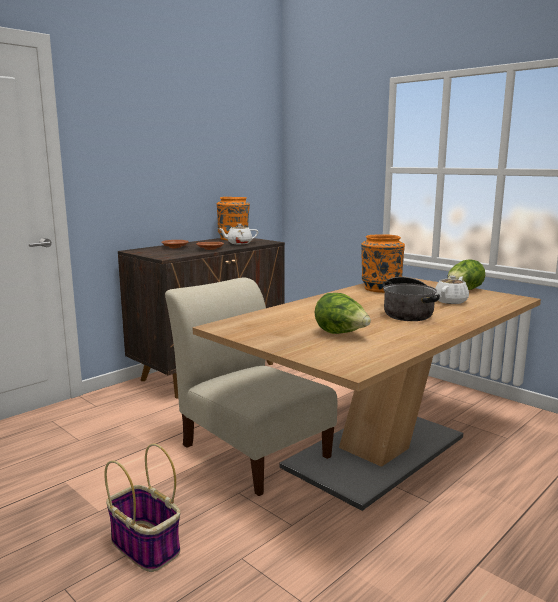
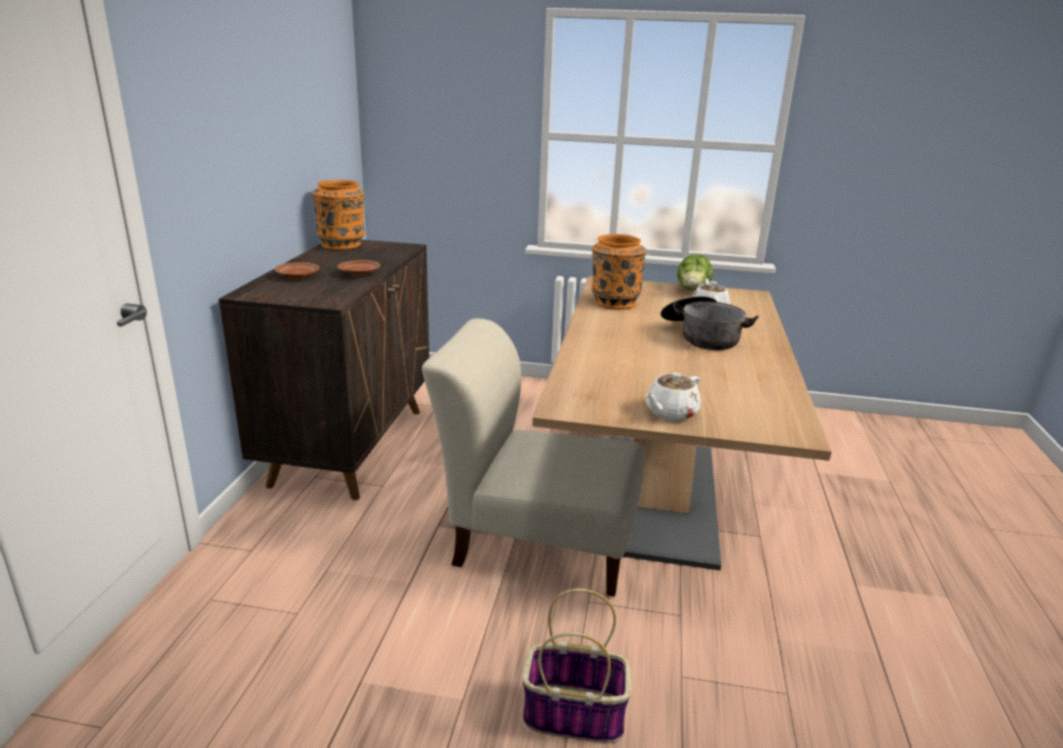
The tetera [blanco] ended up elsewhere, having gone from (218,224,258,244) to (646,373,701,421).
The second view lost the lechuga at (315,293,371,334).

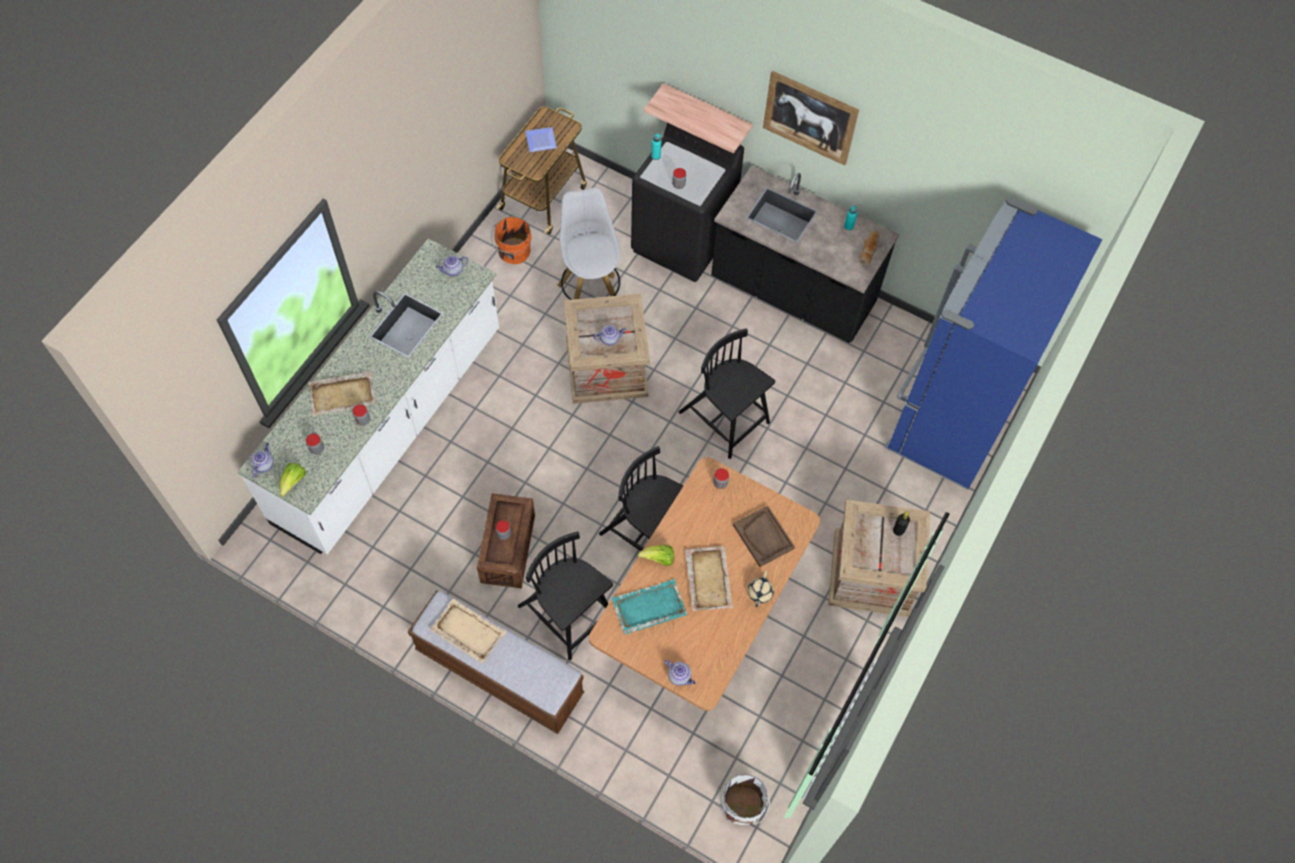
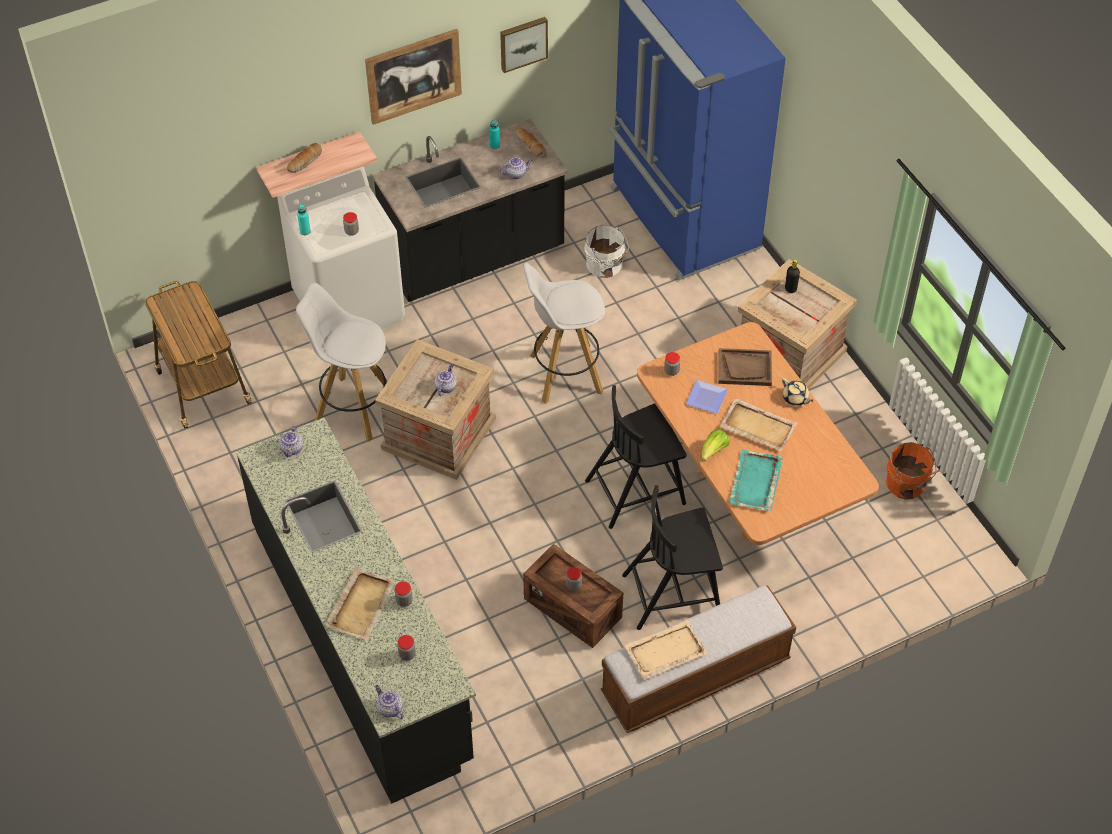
What was the mueble bajo de cocina [blanco] at (238,238,499,554) turned into the mueble bajo de cocina [negro] at (236,418,476,804).
What was the lavadora [negro] at (631,123,744,282) turned into the lavadora [blanco] at (277,166,405,329).
The second view gained the pan at (287,143,322,173).
The tetera ended up elsewhere, having gone from (664,660,696,686) to (499,157,532,179).
The second view gained the cuadro at (500,17,548,73).
Where the silla [negro] stood at (679,328,775,459), the taburete [blanco] came to stand at (523,263,605,404).
The cubo [blanco] ended up elsewhere, having gone from (720,775,770,825) to (584,225,629,278).
The plato ended up elsewhere, having gone from (525,127,557,152) to (686,380,728,414).
The cubo [naranja] ended up elsewhere, having gone from (491,217,531,264) to (886,442,936,500).
The second view lost the lechuga at (280,463,306,497).

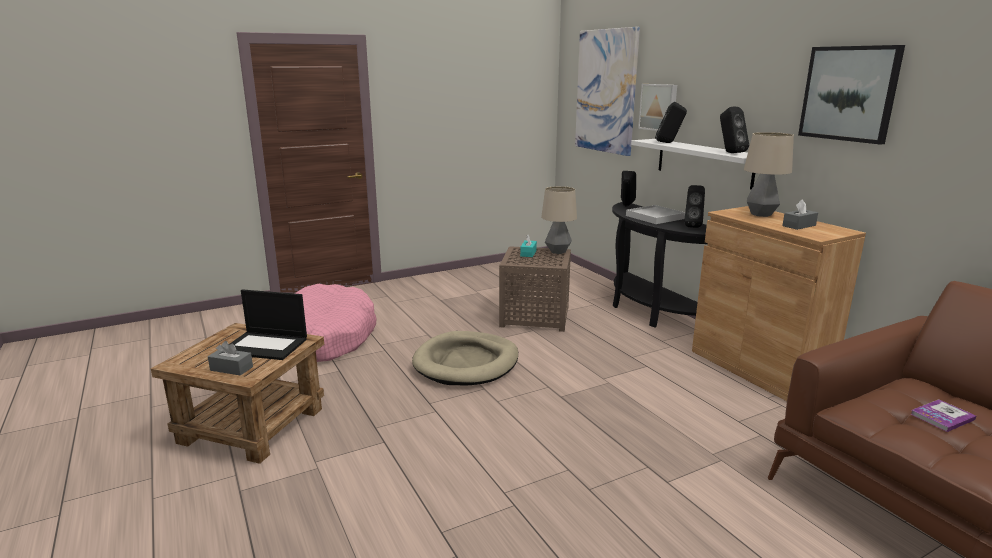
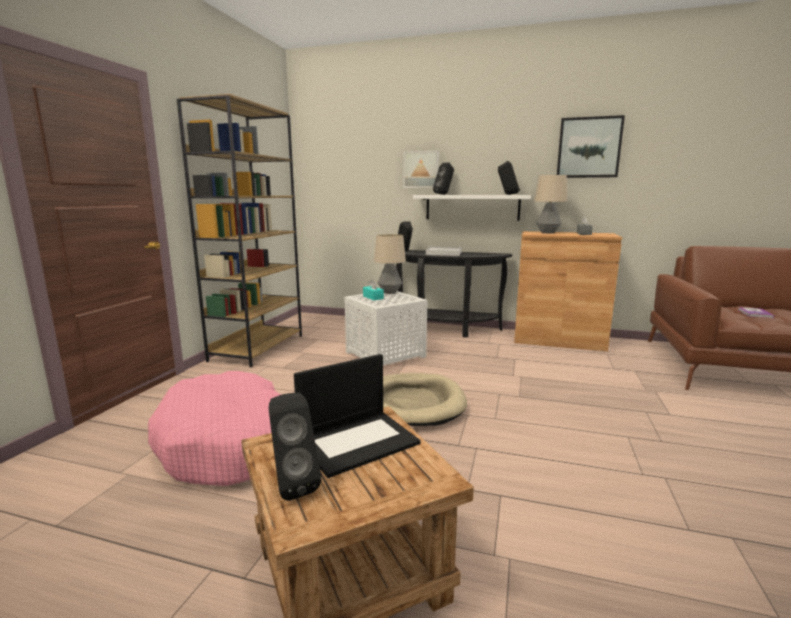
The second view gained the estantería [marrón] at (177,94,302,368).
The altavoz [negro] ended up elsewhere, having gone from (684,185,705,228) to (268,392,322,501).
What was the mesa auxiliar [marrón] at (499,246,571,332) turned into the mesa auxiliar [blanco] at (344,291,427,366).
The second view lost the caja de pañuelos [gris] at (208,341,253,376).
The second view lost the cuadro at (575,27,640,156).

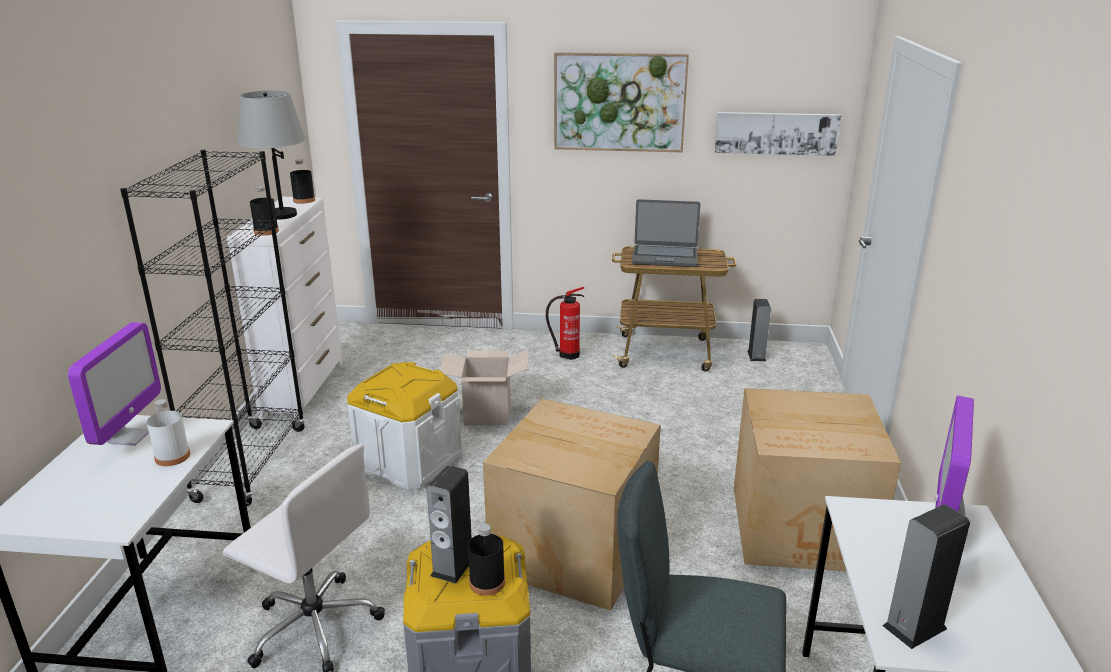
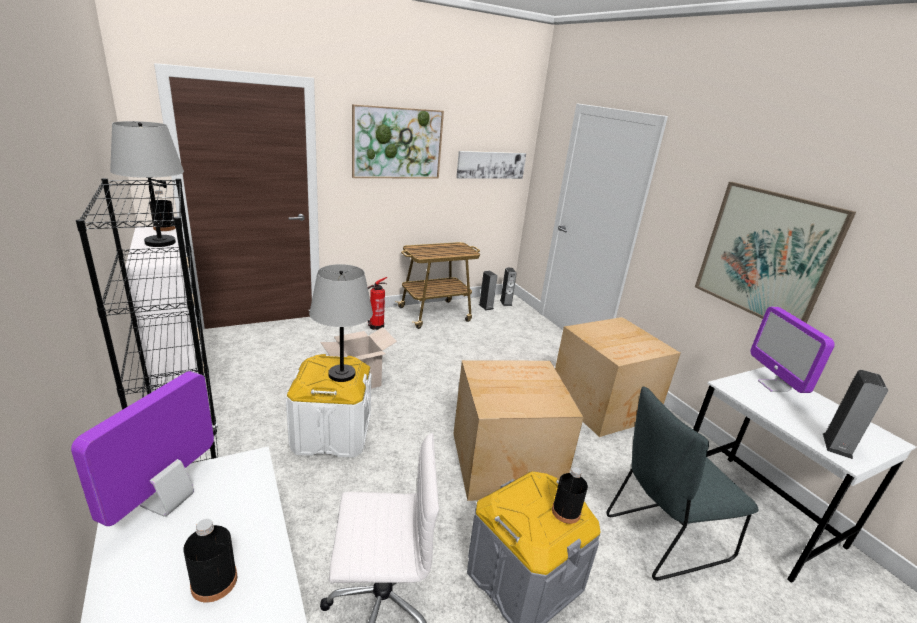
The monitor at (68,322,161,446) ended up facing another way, 135 degrees counterclockwise from before.
The botella [negro] ended up elsewhere, having gone from (250,186,279,236) to (183,519,237,602).
The second view gained the lámpara de mesa [gris] at (309,264,373,382).
The altavoz ended up elsewhere, having gone from (427,465,472,584) to (500,268,517,306).
The second view gained the cuadro at (695,182,856,323).
The second view lost the botella [blanco] at (146,399,190,466).
The second view lost the portátil at (632,199,700,267).

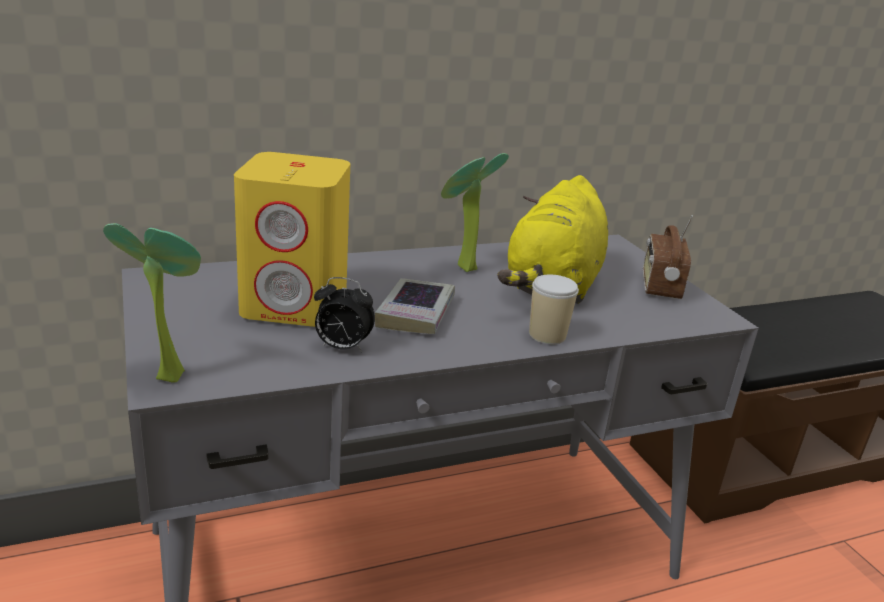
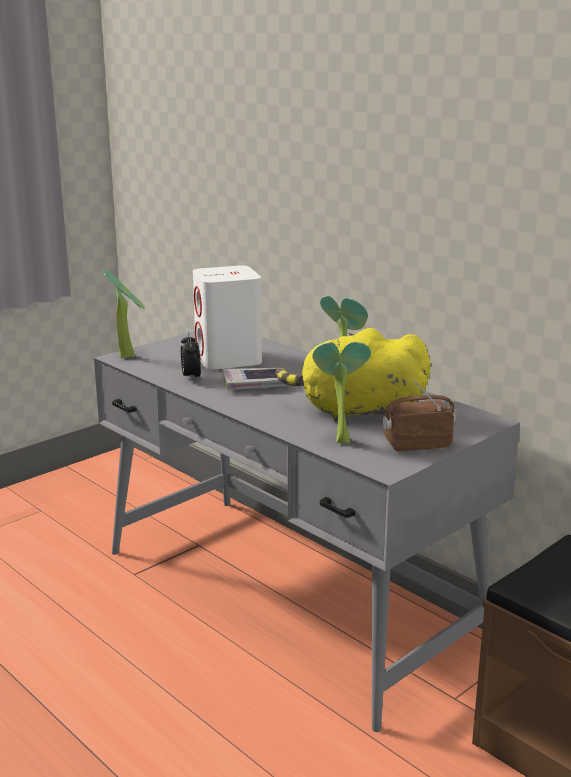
What was the altavoz [amarillo] at (234,152,350,327) turned into the altavoz [blanco] at (193,266,262,370).
The second view gained the planta en maceta at (312,342,371,443).
The second view lost the taza at (529,274,579,344).

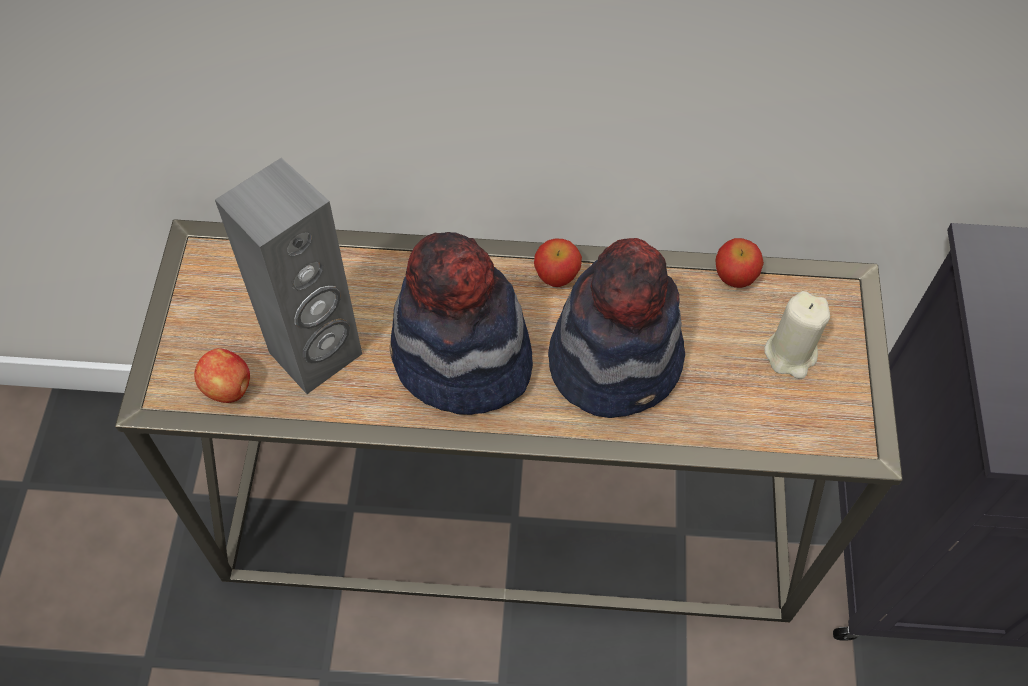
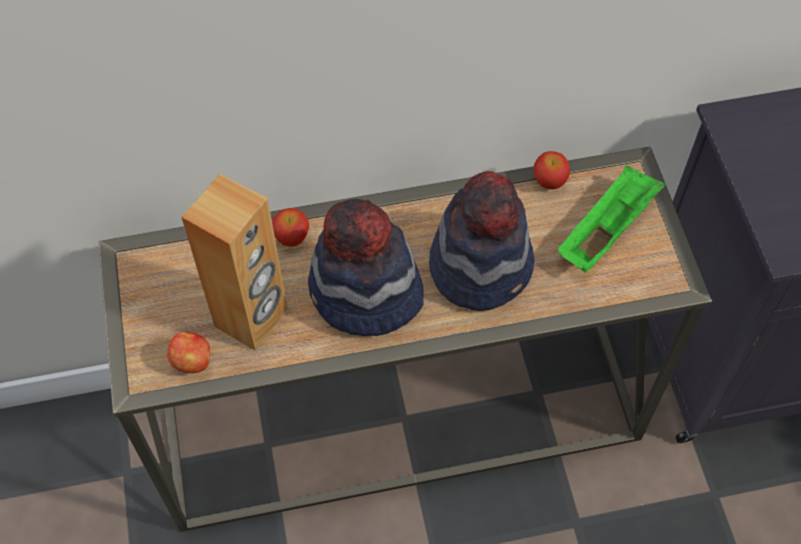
What was the altavoz [gris] at (215,158,362,394) turned into the altavoz [marrón] at (181,174,288,351).
The manzana ended up elsewhere, having gone from (534,238,582,287) to (272,208,309,247).
Where the vela [beis] stood at (764,291,830,379), the bandeja [verde] came to stand at (558,166,665,272).

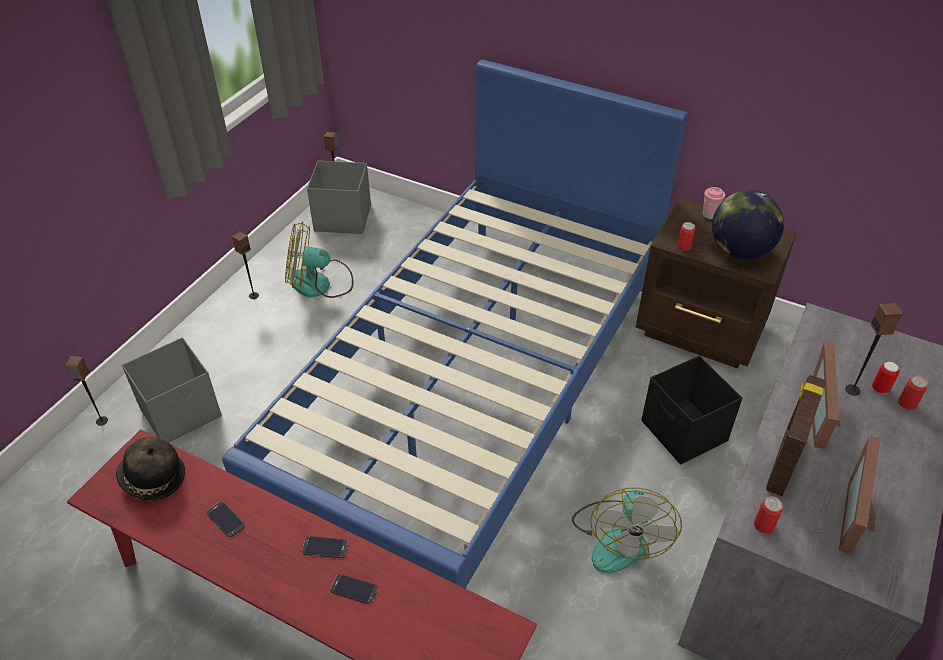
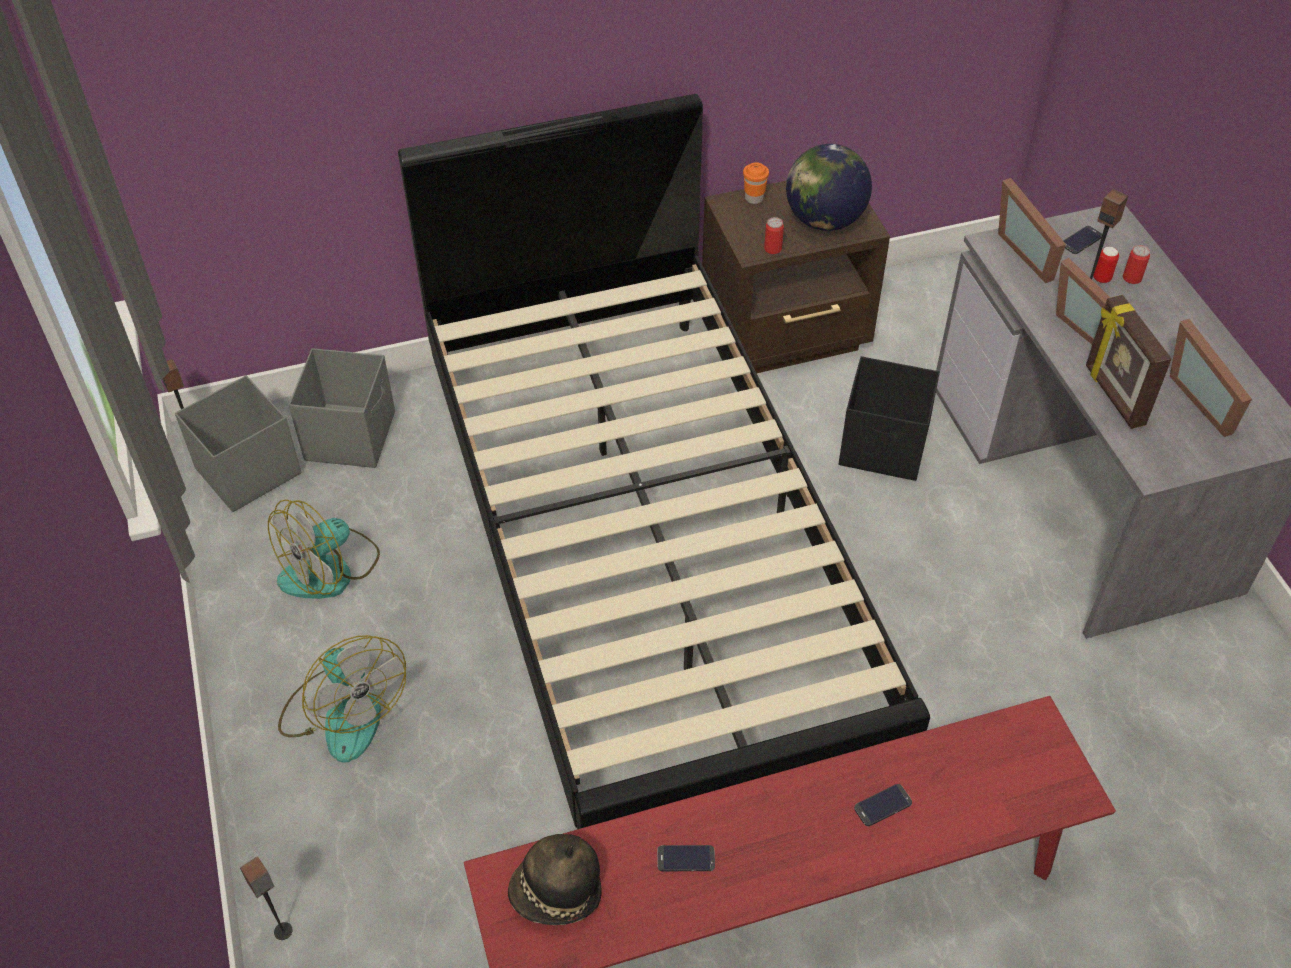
The ventilador ended up elsewhere, having gone from (572,488,682,573) to (278,635,406,763).
The caja de almacenaje [gris] ended up elsewhere, having gone from (122,337,221,443) to (289,348,395,468).
What was the cama [azul] at (222,59,687,589) turned into the cama [negro] at (398,94,930,829).
What was the taza [rosa] at (703,187,725,219) turned into the taza [naranja] at (743,162,769,204).
The second view gained the portarretratos at (998,178,1066,283).
The móvil ended up elsewhere, having gone from (302,536,348,558) to (1063,226,1102,254).
The second view lost the altavoz at (232,231,259,299).
The second view lost the lata at (754,496,783,534).

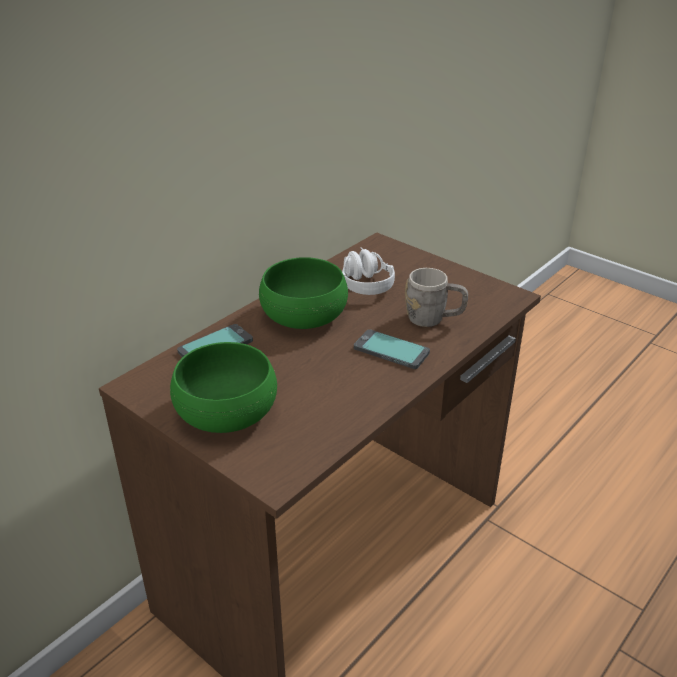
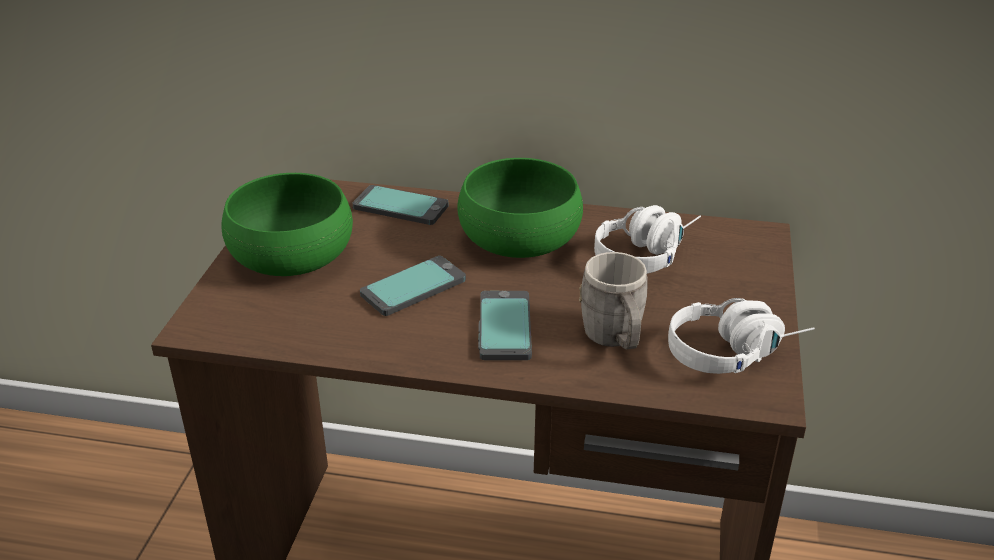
The second view gained the móvil at (360,256,466,316).
The second view gained the auriculares [blanco] at (668,298,815,374).

